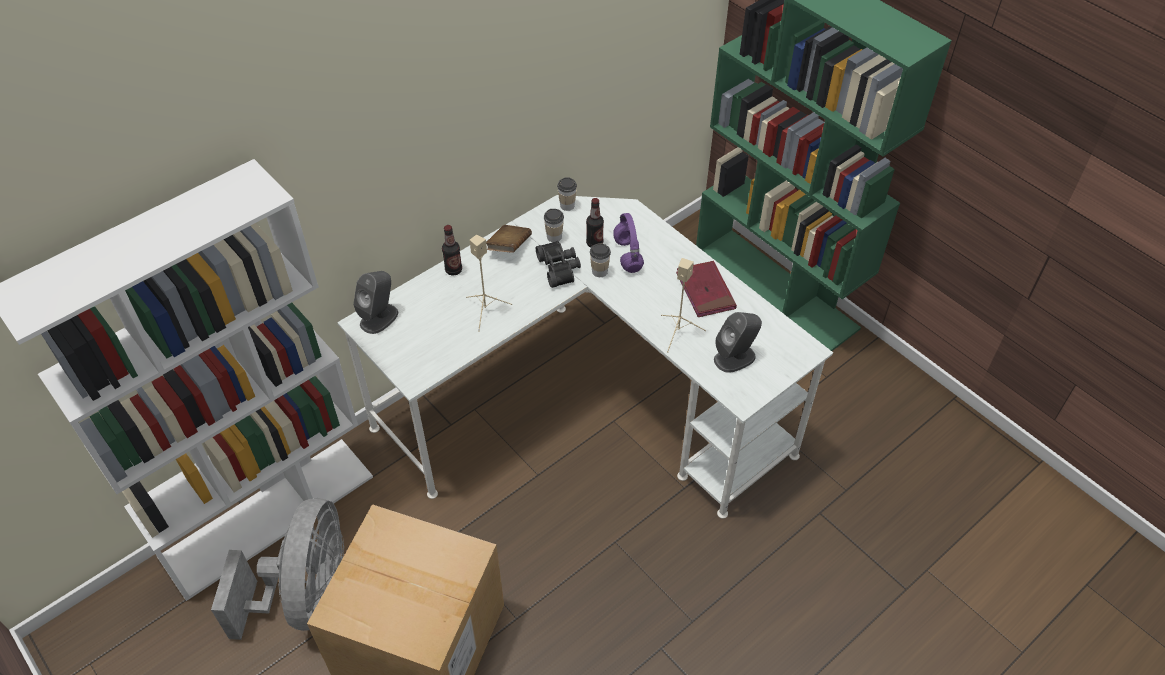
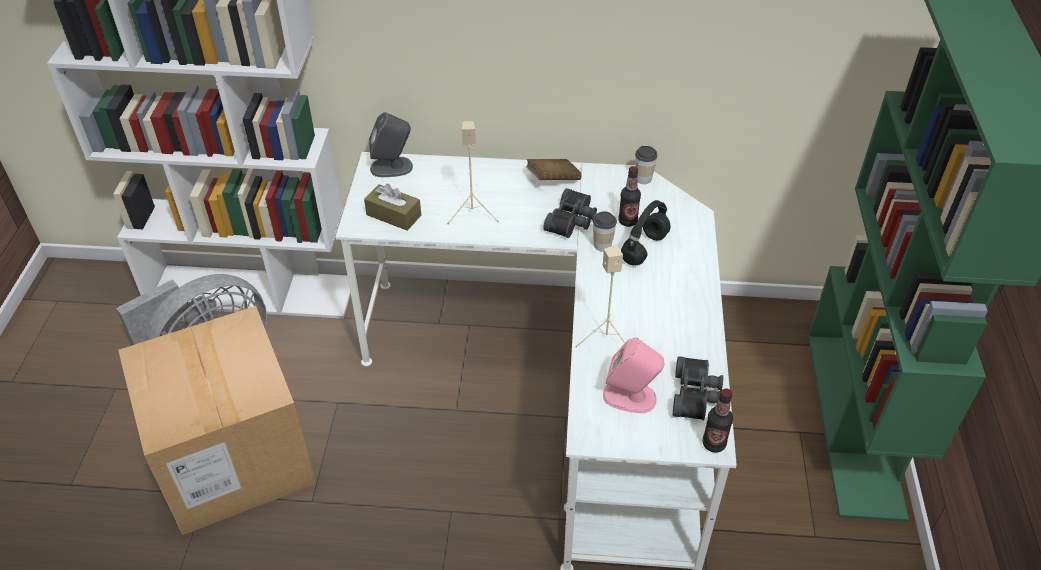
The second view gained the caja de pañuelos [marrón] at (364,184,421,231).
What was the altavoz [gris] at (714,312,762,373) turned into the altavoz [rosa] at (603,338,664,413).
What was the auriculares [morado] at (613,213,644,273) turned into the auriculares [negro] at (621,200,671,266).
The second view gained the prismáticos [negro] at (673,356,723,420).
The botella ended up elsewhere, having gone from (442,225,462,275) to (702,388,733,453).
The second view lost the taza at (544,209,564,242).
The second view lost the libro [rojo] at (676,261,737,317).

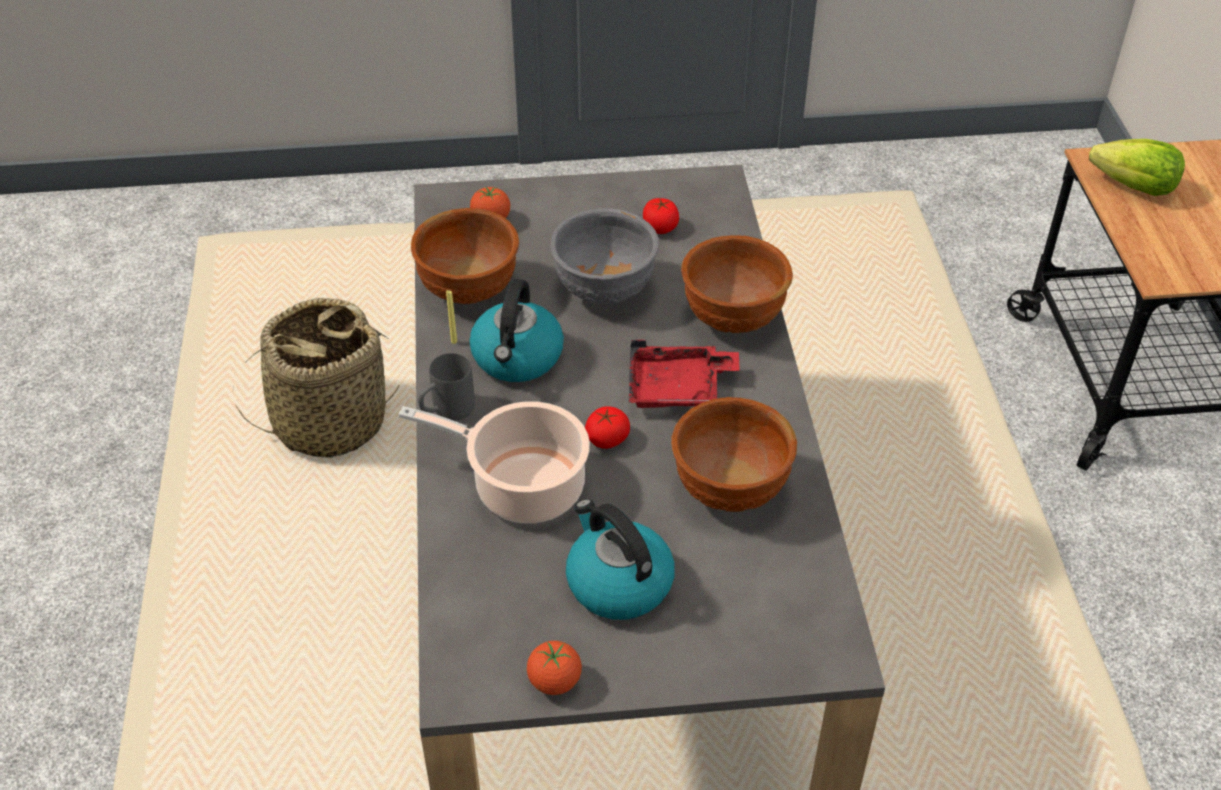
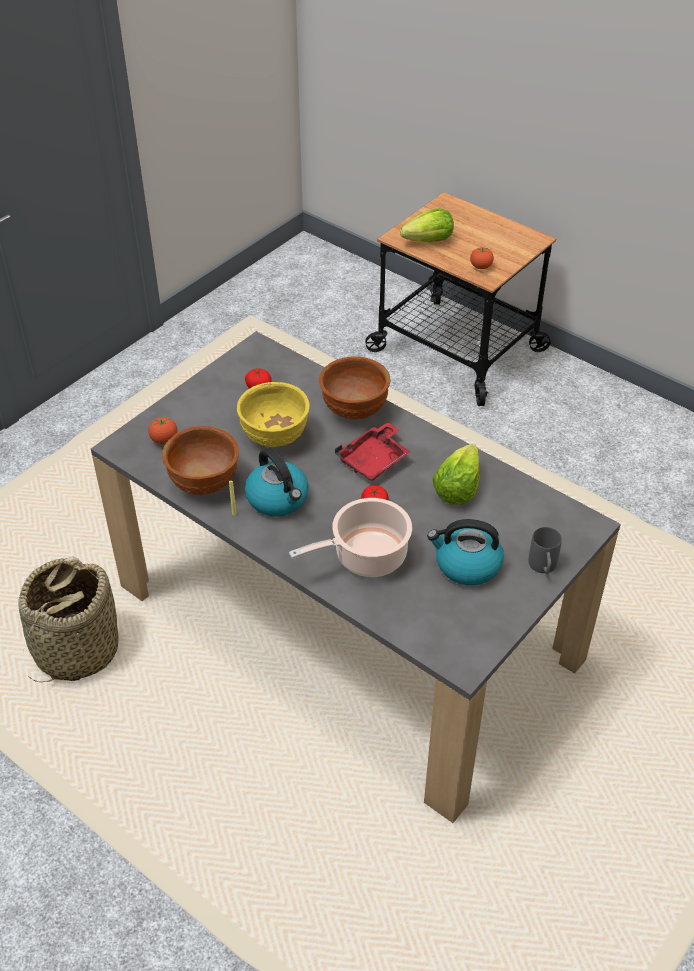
What was the cuenco [gris] at (550,208,659,304) turned into the cuenco [amarillo] at (237,382,310,447).
Where the cuenco [marrón] stood at (671,397,797,512), the lechuga came to stand at (432,444,480,505).
The tomate ended up elsewhere, having gone from (527,641,582,695) to (470,247,494,269).
The taza grande [gris] ended up elsewhere, having gone from (418,353,475,421) to (528,527,562,574).

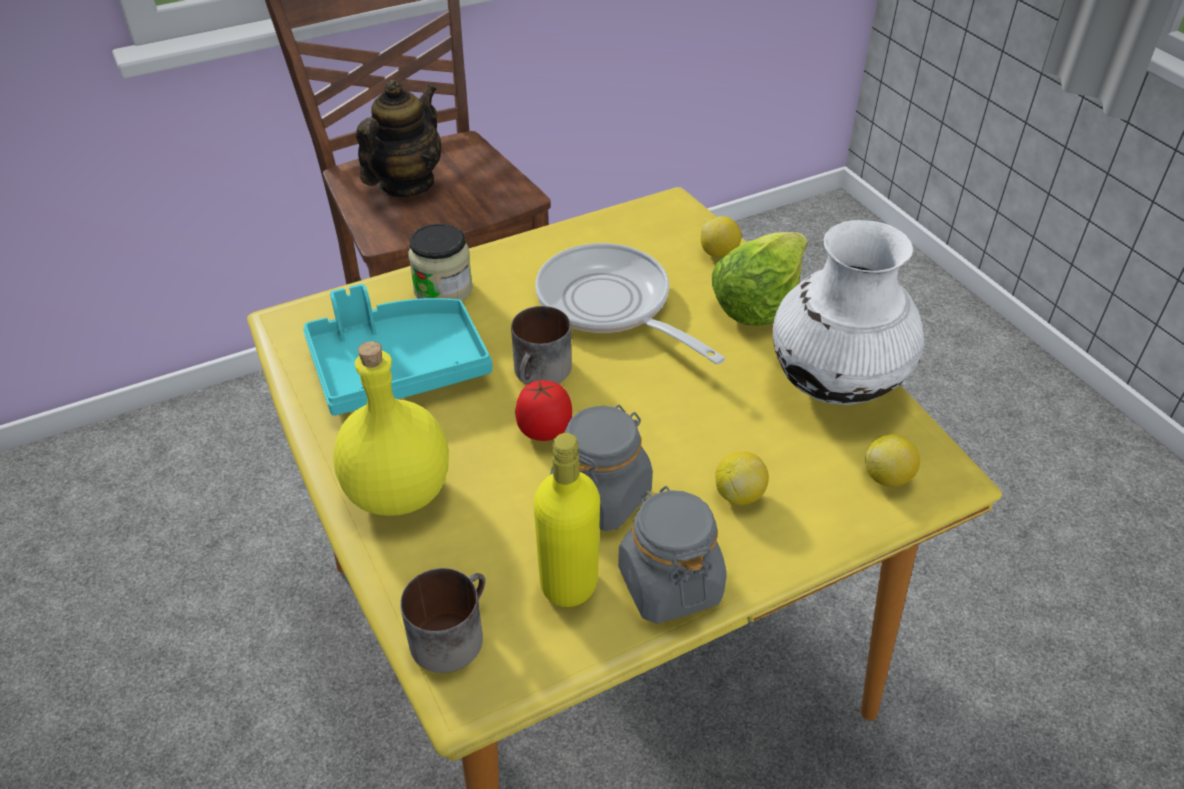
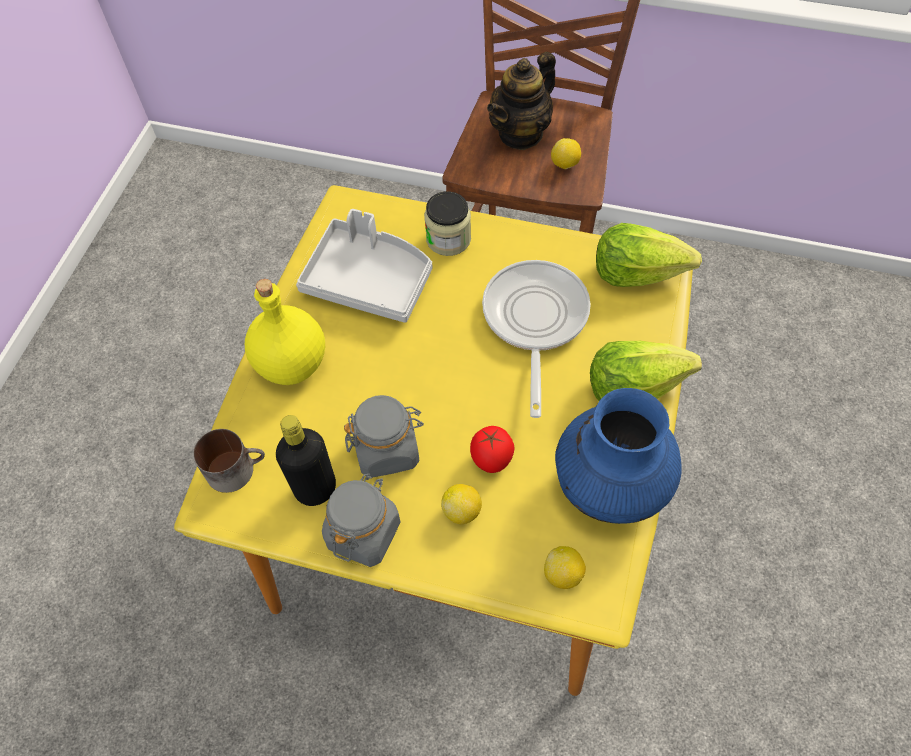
What was the botella [amarillo] at (534,433,600,607) turned into the botella [negro] at (276,415,336,506).
What was the bandeja [turquesa] at (303,284,492,416) turned into the bandeja [gris] at (296,209,432,323).
The tomate ended up elsewhere, having gone from (515,380,572,441) to (470,426,515,473).
The tetera at (356,80,442,197) ended up facing another way, 150 degrees clockwise from before.
The limón ended up elsewhere, having gone from (701,216,741,257) to (551,138,581,169).
What was the florero [blanco] at (773,220,924,405) turned into the florero [azul] at (555,388,682,524).
The second view gained the lechuga at (596,223,702,287).
The second view lost the taza grande at (511,306,572,384).

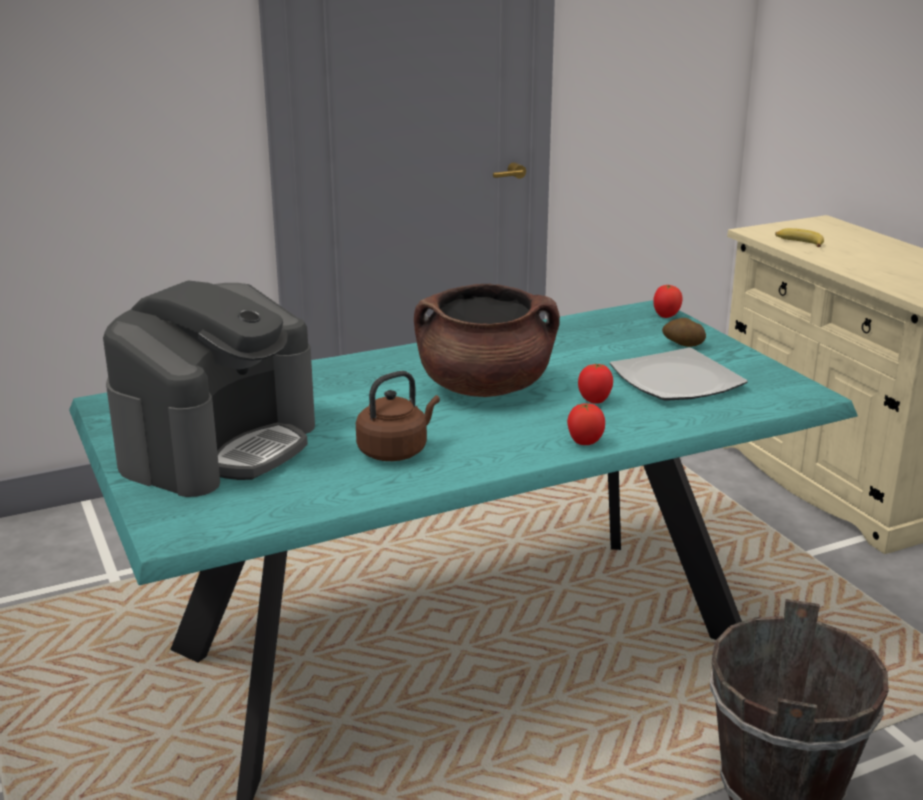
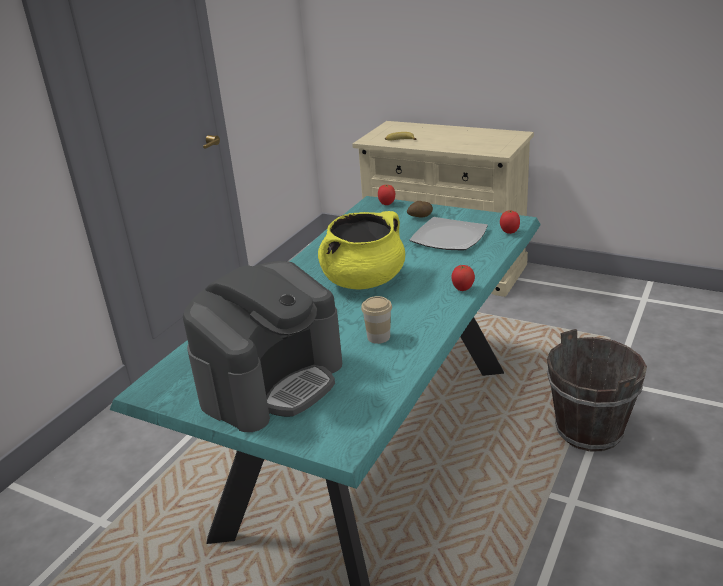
The cafetera at (103,280,315,497) ended up facing another way, 45 degrees clockwise from before.
What was the olla [marrón] at (414,283,560,397) turned into the olla [amarillo] at (318,211,405,289).
Where the hervidor [marrón] stood at (356,371,440,461), the taza came to stand at (361,296,392,344).
The tomate ended up elsewhere, having gone from (578,363,613,404) to (500,210,520,234).

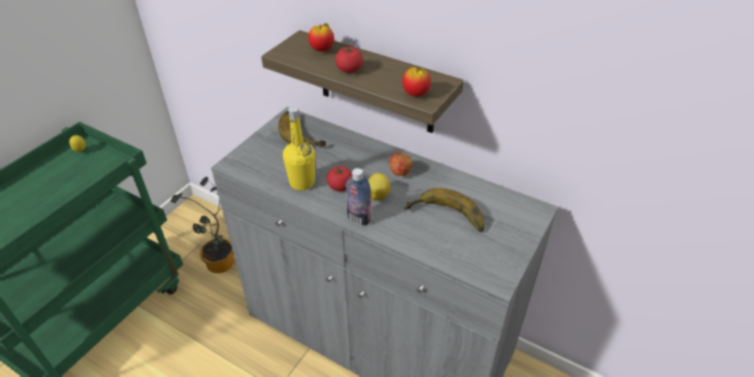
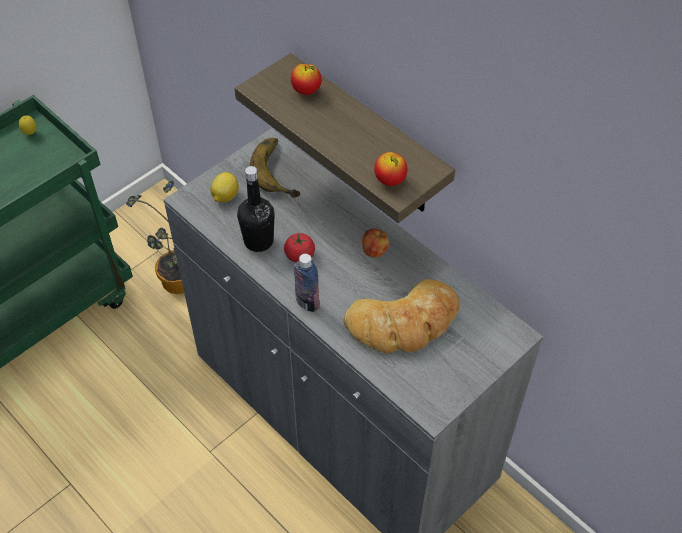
The limón ended up elsewhere, having gone from (368,173,391,201) to (210,172,239,202).
What was the botella [amarillo] at (283,106,315,191) turned into the botella [negro] at (237,166,275,252).
Where the plátano stood at (404,188,484,232), the pan came to stand at (344,279,460,353).
The second view lost the tomate at (335,46,363,73).

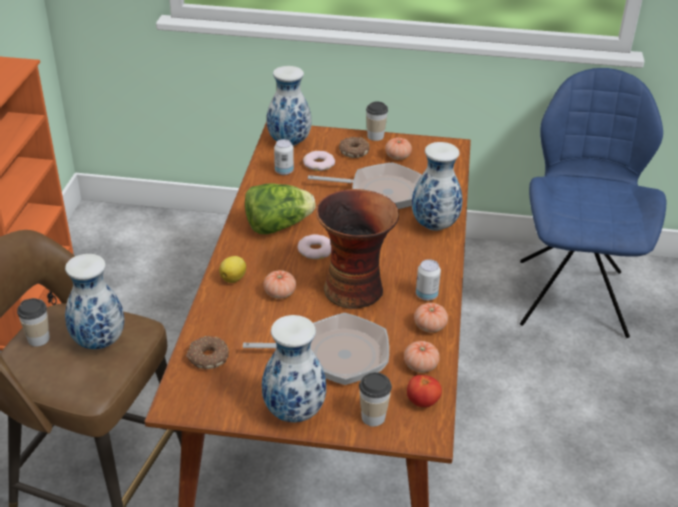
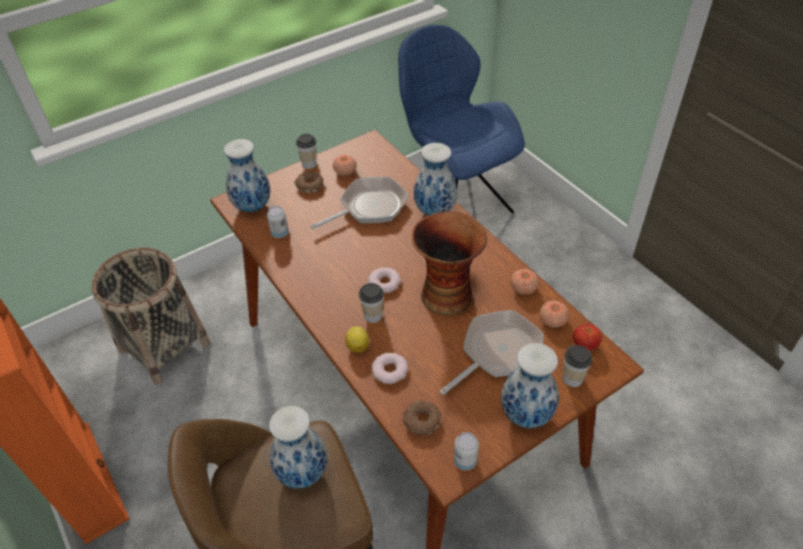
The second view gained the cesta at (92,248,211,385).
The taza ended up elsewhere, having gone from (17,298,50,347) to (359,283,384,323).
The rosquilla ended up elsewhere, having gone from (303,151,335,171) to (372,353,408,384).
The lata ended up elsewhere, having gone from (416,259,441,301) to (454,432,479,471).
The second view lost the lechuga at (245,183,316,234).
The second view lost the tomate at (263,270,296,299).

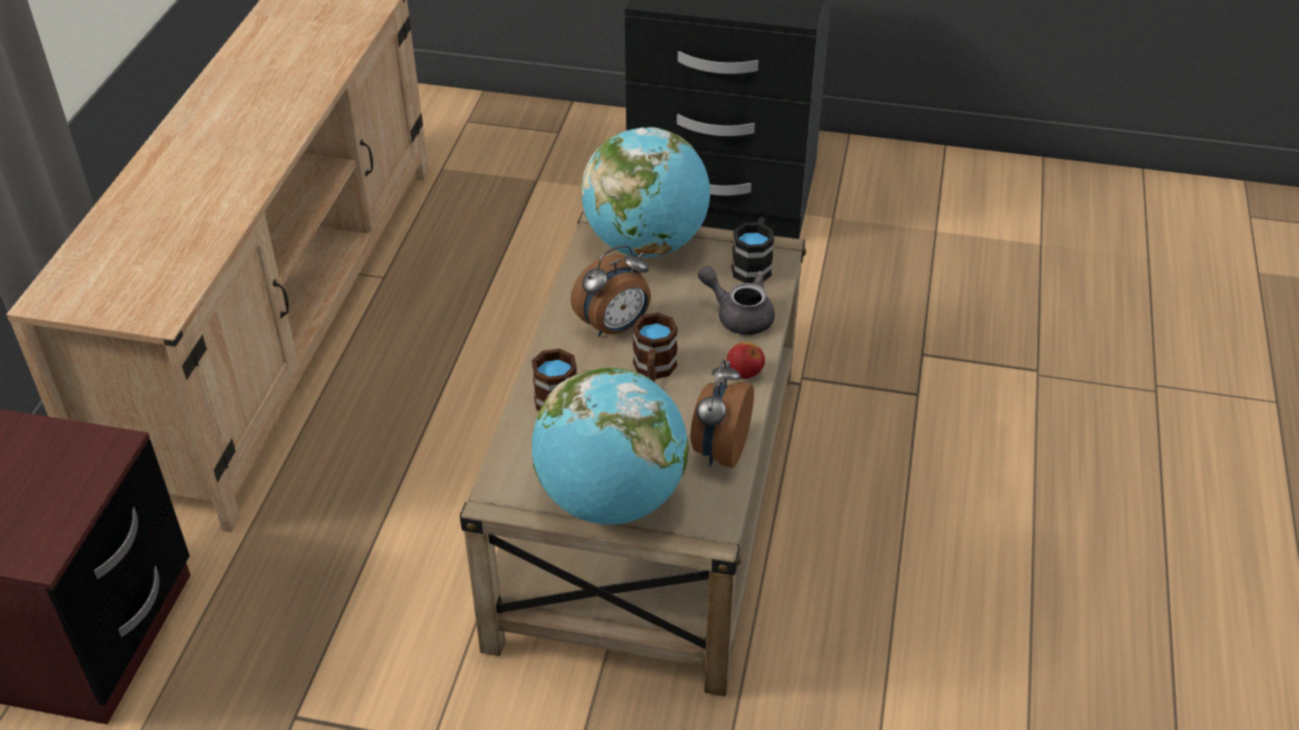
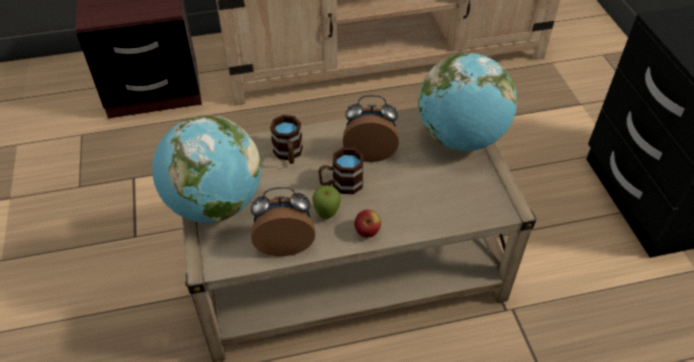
The second view gained the manzana at (312,185,341,219).
The despertador at (570,245,651,337) ended up facing another way, 150 degrees clockwise from before.
The second view lost the tetera [gris] at (698,266,775,335).
The second view lost the taza grande [negro] at (732,217,774,283).

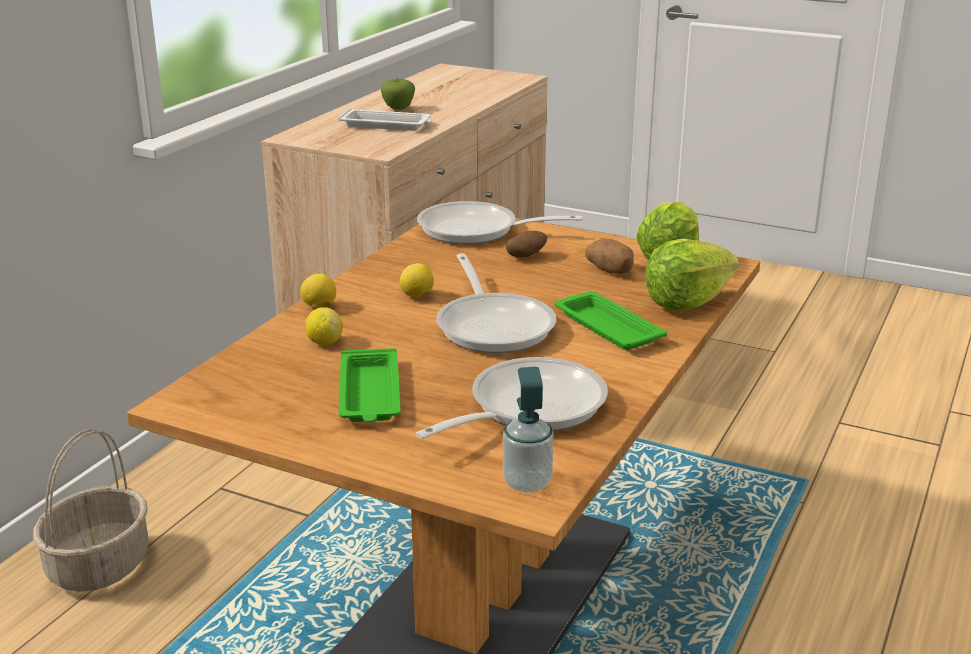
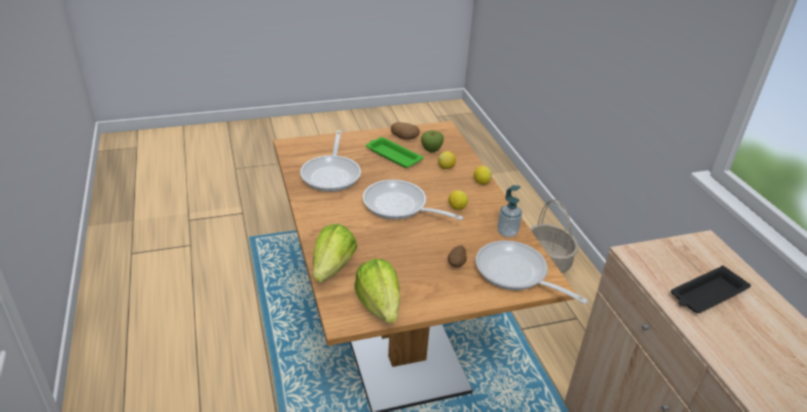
The patata ended up elsewhere, having gone from (585,239,634,274) to (391,122,420,140).
The manzana ended up elsewhere, having gone from (381,78,415,110) to (421,130,444,153).
The sartén at (417,201,583,244) ended up facing another way, 105 degrees counterclockwise from before.
The dispensador de jabón ended up elsewhere, having gone from (503,367,553,493) to (497,185,522,237).
What was the bandeja [blanco] at (338,108,431,131) turned into the bandeja [negro] at (671,265,751,313).
The second view lost the bandeja [verde] at (554,292,667,350).

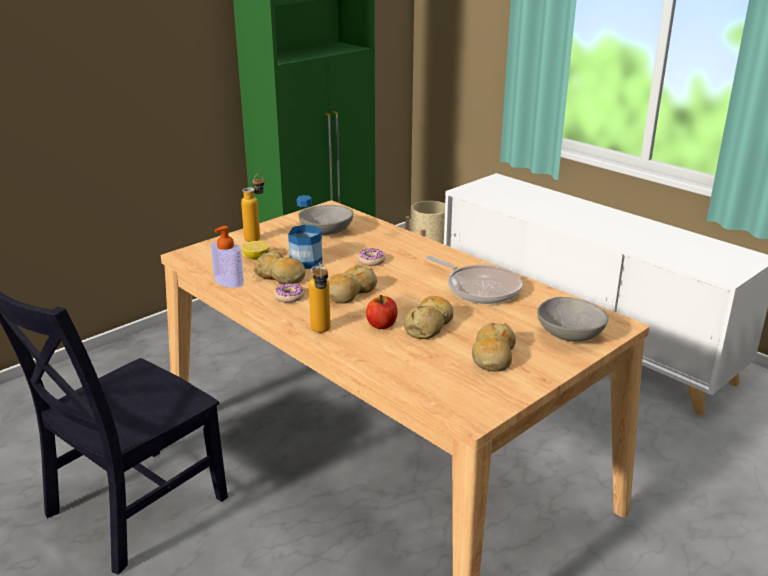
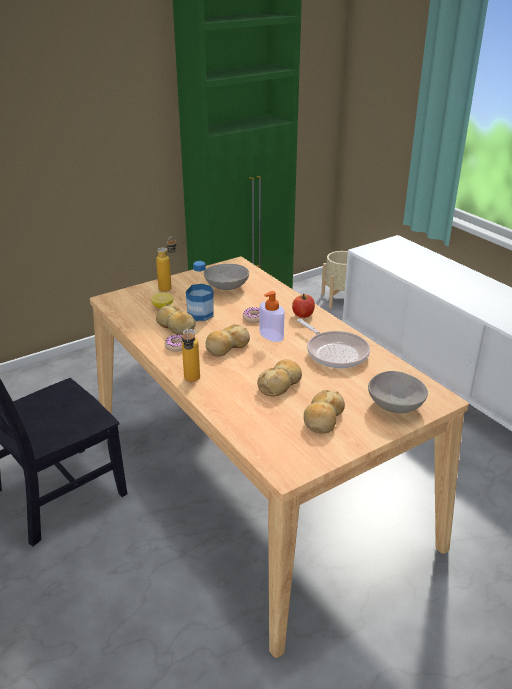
The dispensador de jabón ended up elsewhere, having gone from (211,226,244,288) to (260,291,285,342).
The manzana ended up elsewhere, having gone from (366,295,397,329) to (292,294,315,318).

